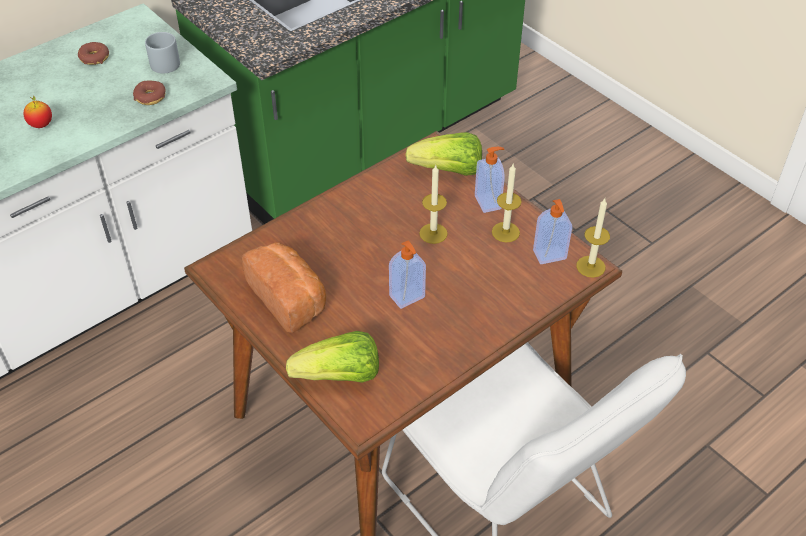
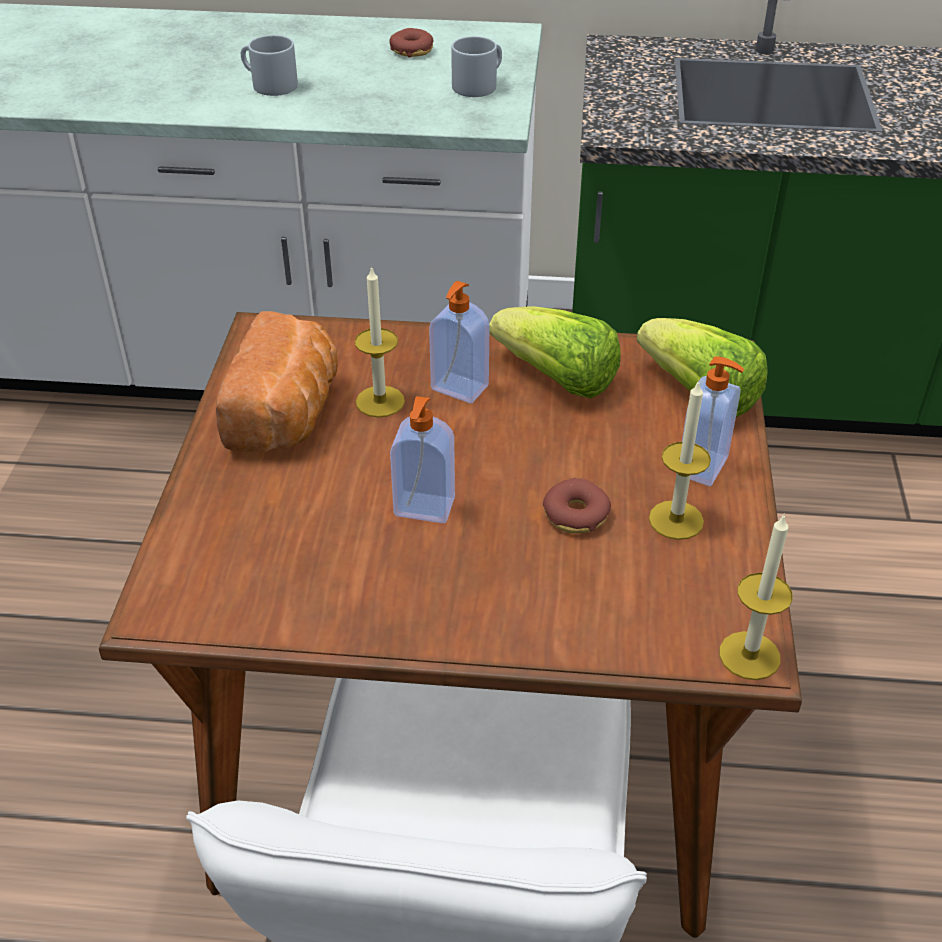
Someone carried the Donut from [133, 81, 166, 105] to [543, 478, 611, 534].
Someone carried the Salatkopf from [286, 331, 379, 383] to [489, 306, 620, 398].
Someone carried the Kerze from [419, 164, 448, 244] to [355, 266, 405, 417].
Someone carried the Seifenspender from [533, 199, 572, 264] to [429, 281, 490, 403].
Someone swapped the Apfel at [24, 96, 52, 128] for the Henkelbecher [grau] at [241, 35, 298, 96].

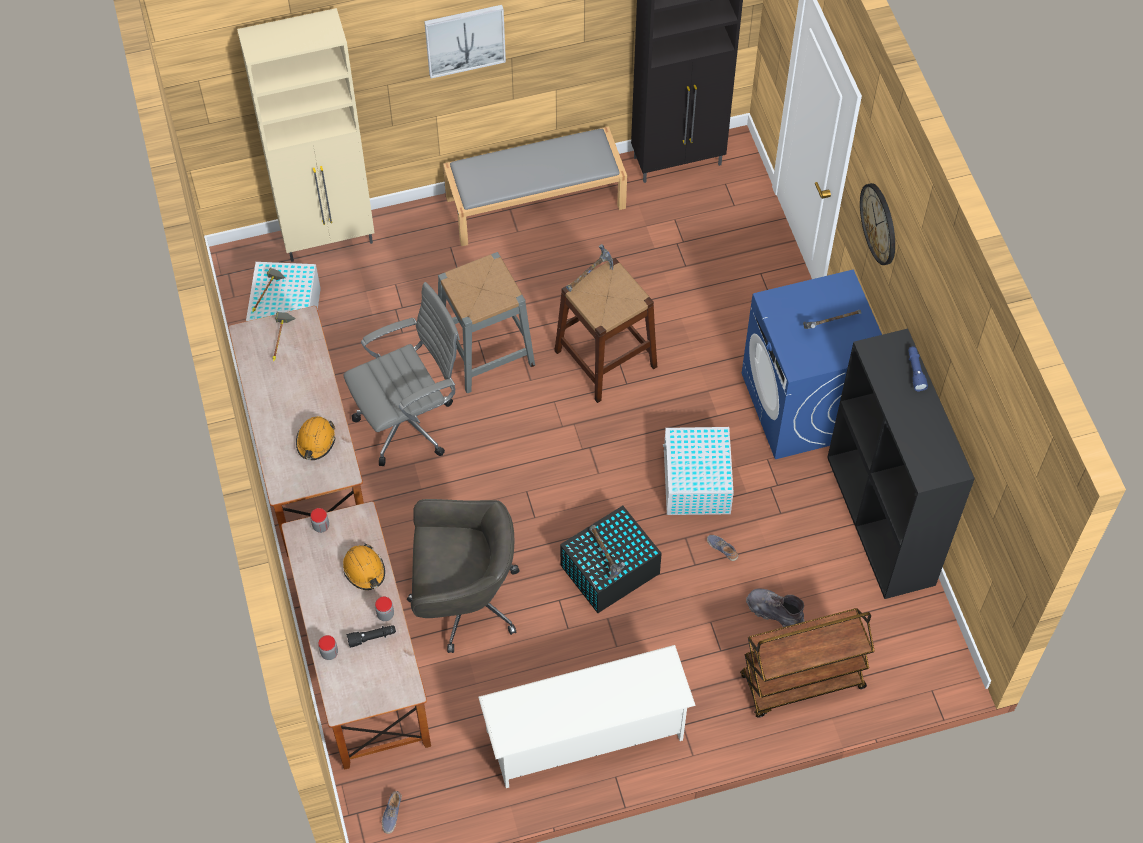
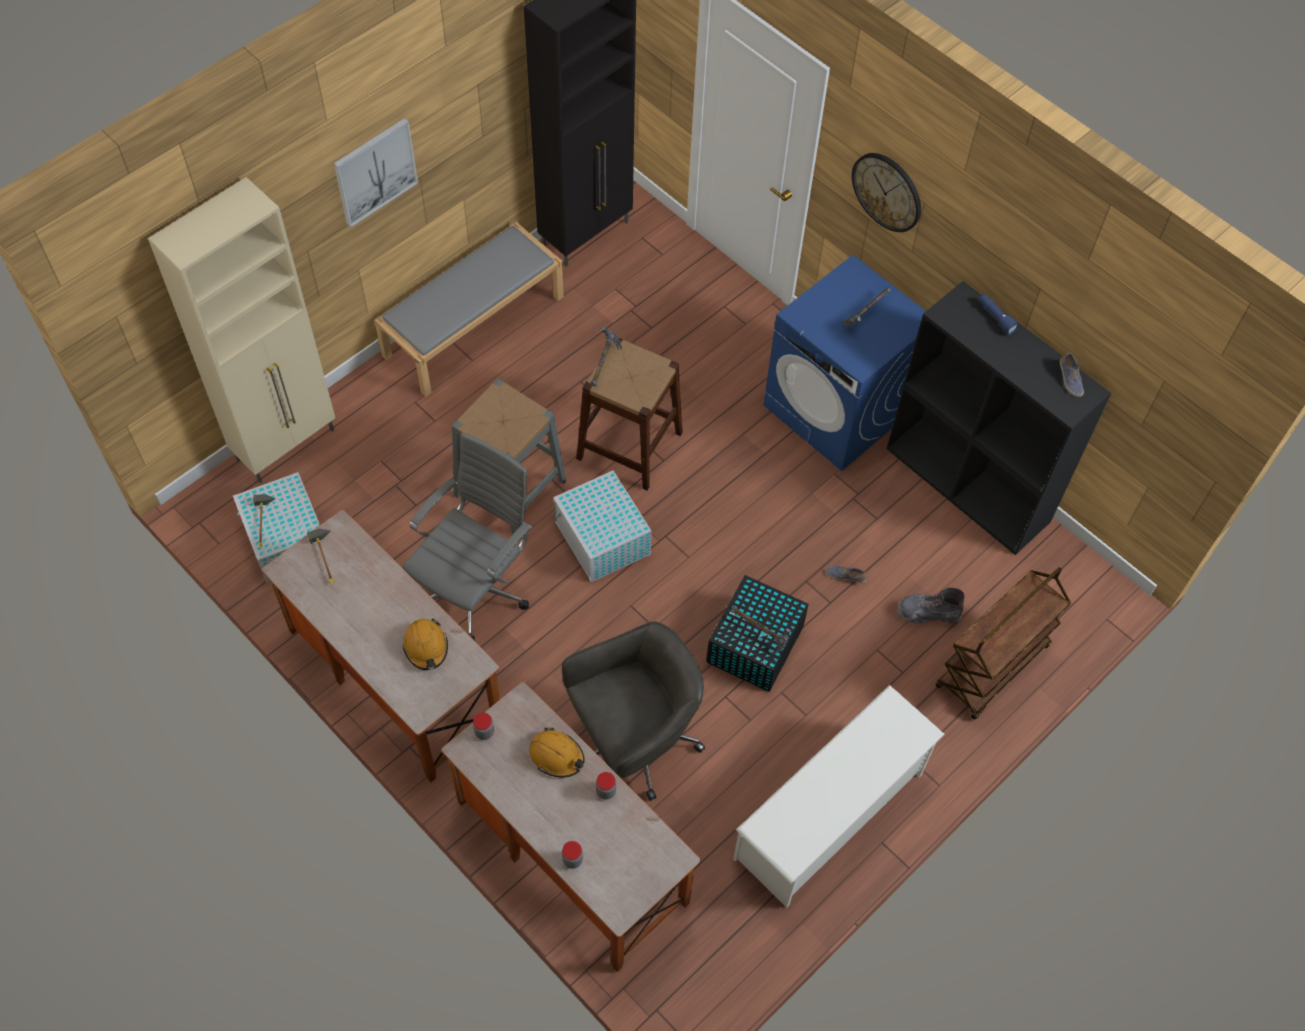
Someone took away the Taschenlampe [schwarz] at [346, 625, 396, 648].
Someone carried the Schuh from [382, 791, 402, 834] to [1060, 353, 1084, 397].
Someone carried the Aufbewahrungsbox [weiß] from [663, 427, 734, 515] to [553, 470, 652, 582].

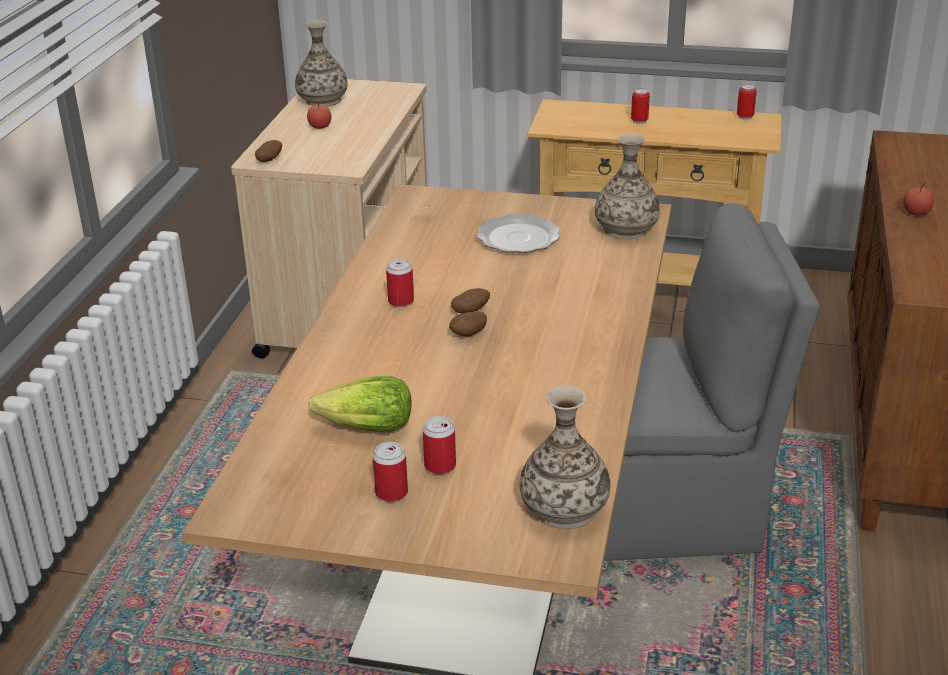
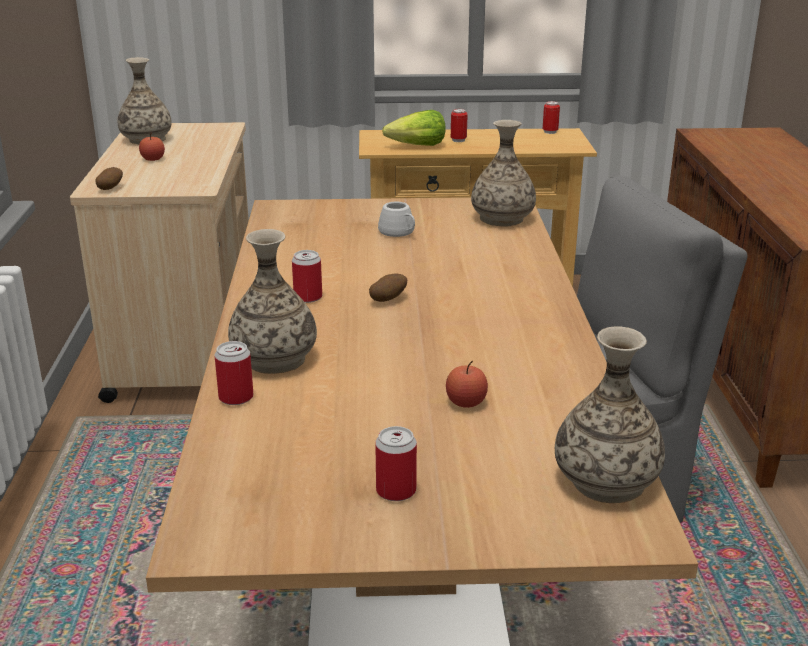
Someone took away the Kartoffel at [449, 312, 487, 336].
Someone put down the Vase at [228, 229, 317, 374].
Someone carried the Salatkopf from [309, 376, 412, 433] to [382, 110, 446, 146].
Someone carried the Dose from [423, 416, 456, 474] to [214, 341, 253, 405].
Someone carried the Apfel from [903, 183, 934, 216] to [446, 361, 488, 408].
Someone swapped the Teller at [477, 214, 560, 253] for the Henkelbecher [weiß] at [378, 202, 415, 237].

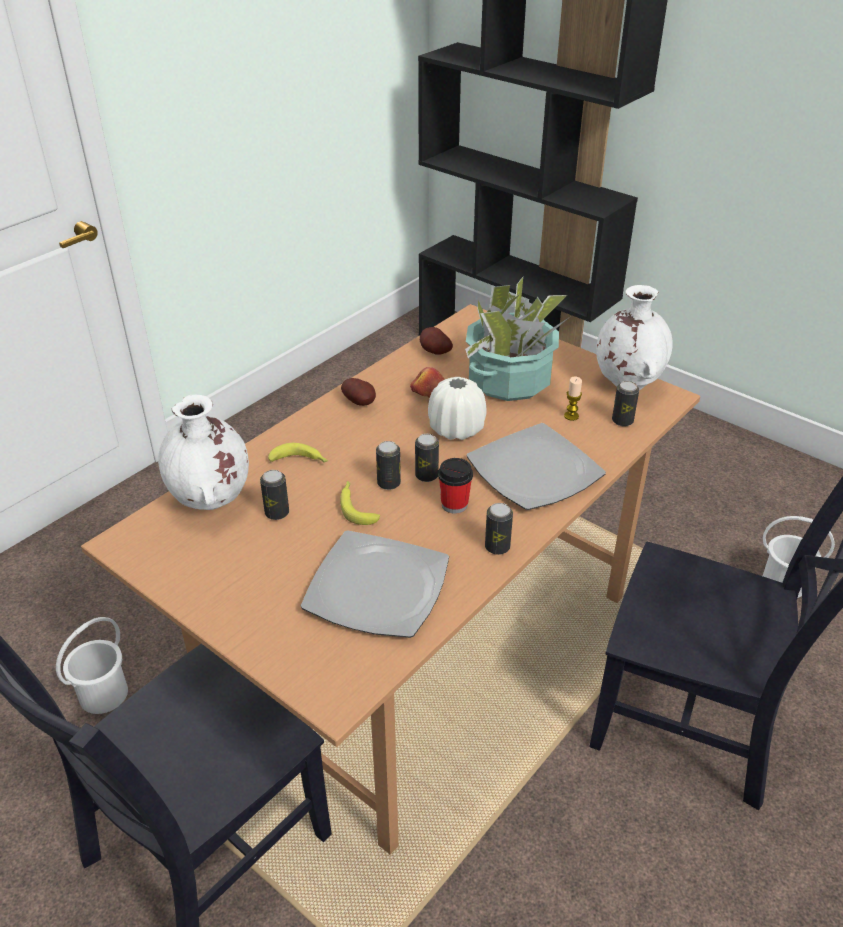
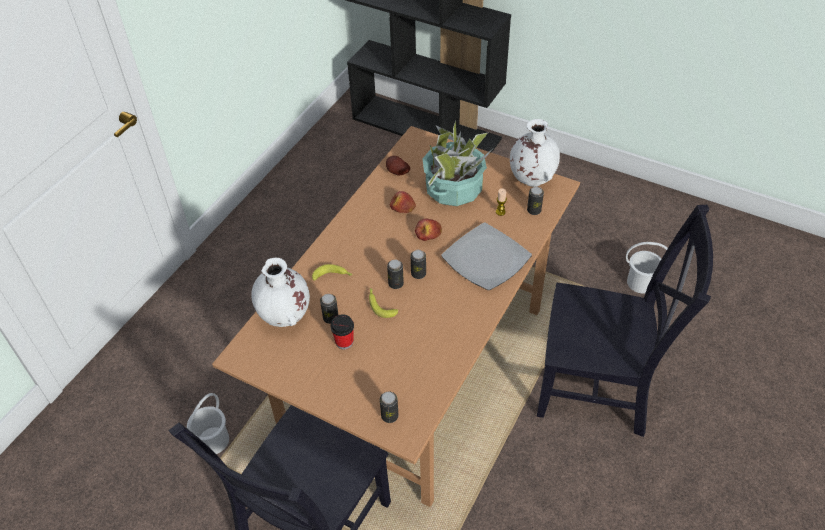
Someone took away the Teller at [301, 530, 449, 638].
Someone took away the Kartoffel at [341, 378, 376, 406].
Someone carried the Tasse from [438, 458, 473, 514] to [331, 314, 354, 350].
Someone carried the Dose from [485, 503, 513, 555] to [380, 392, 399, 423].
Someone swapped the Vase [weiß] at [428, 377, 487, 440] for the Apfel at [415, 218, 442, 241].

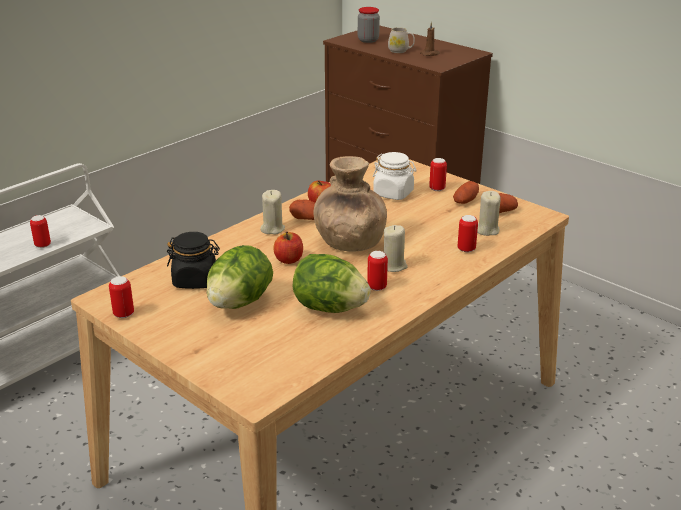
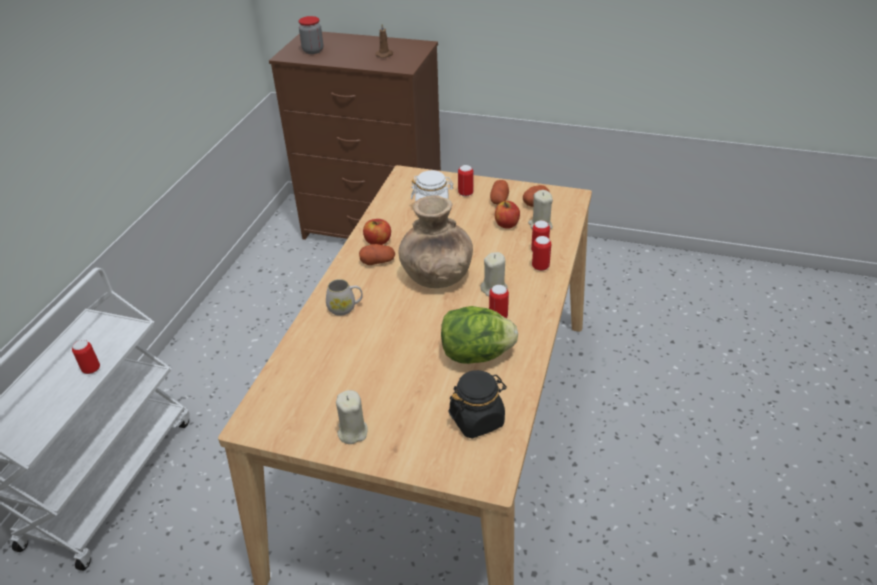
Someone took away the Salatkopf at [207, 245, 273, 309].
Someone carried the Dose from [109, 276, 134, 318] to [532, 236, 551, 271].
Someone carried the Vorratsglas [schwarz] from [167, 232, 220, 289] to [448, 370, 507, 439].
Someone carried the Kerze [beige] from [260, 190, 285, 234] to [336, 390, 368, 444].
Someone carried the Apfel from [273, 232, 303, 264] to [495, 201, 520, 229].
Someone carried the Henkelbecher [weiß] from [388, 27, 415, 53] to [326, 279, 363, 316].

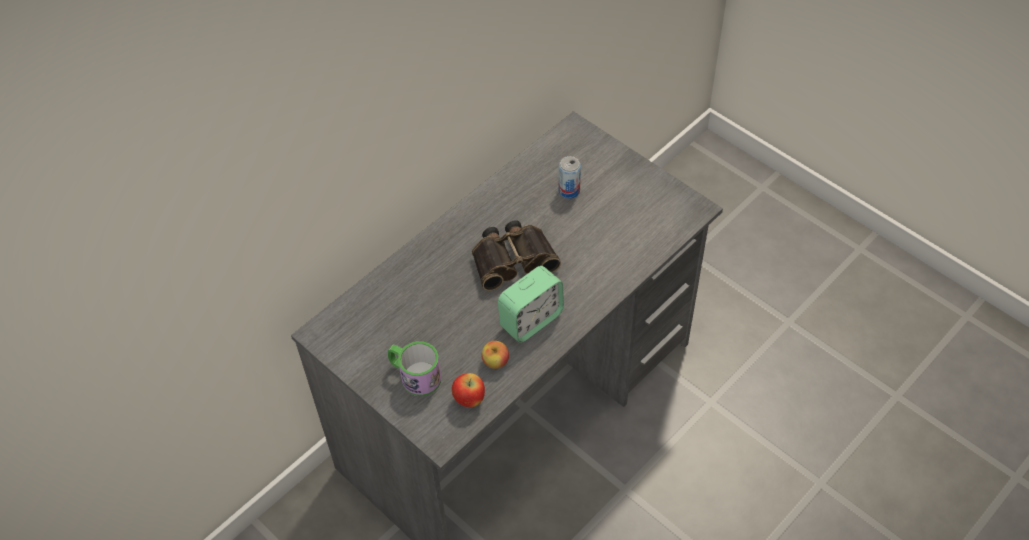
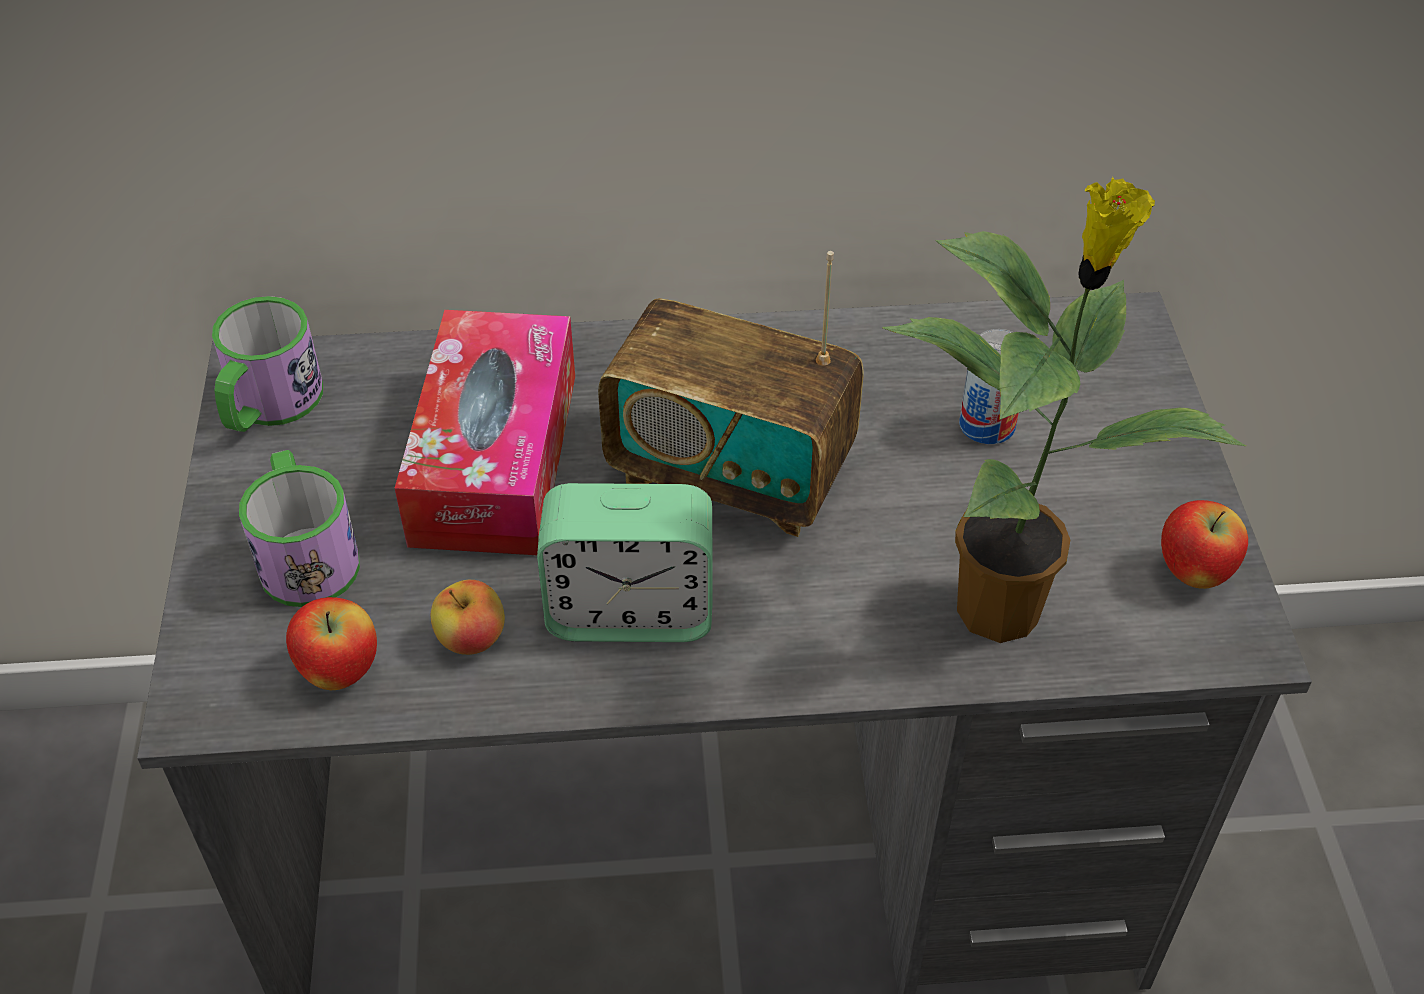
Someone put down the Henkelbecher at [212, 296, 323, 432].
Someone put down the Taschentuchbox at [395, 310, 575, 555].
Someone put down the Topfpflanze at [883, 177, 1246, 643].
Someone put down the Apfel at [1161, 500, 1248, 589].
Someone swapped the Fernglas at [472, 220, 561, 291] for the Radio at [598, 251, 864, 537].

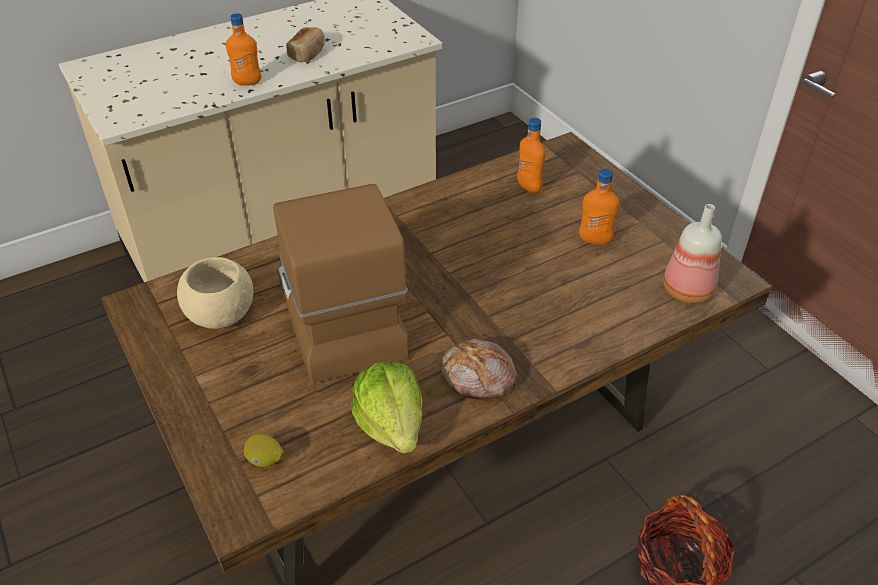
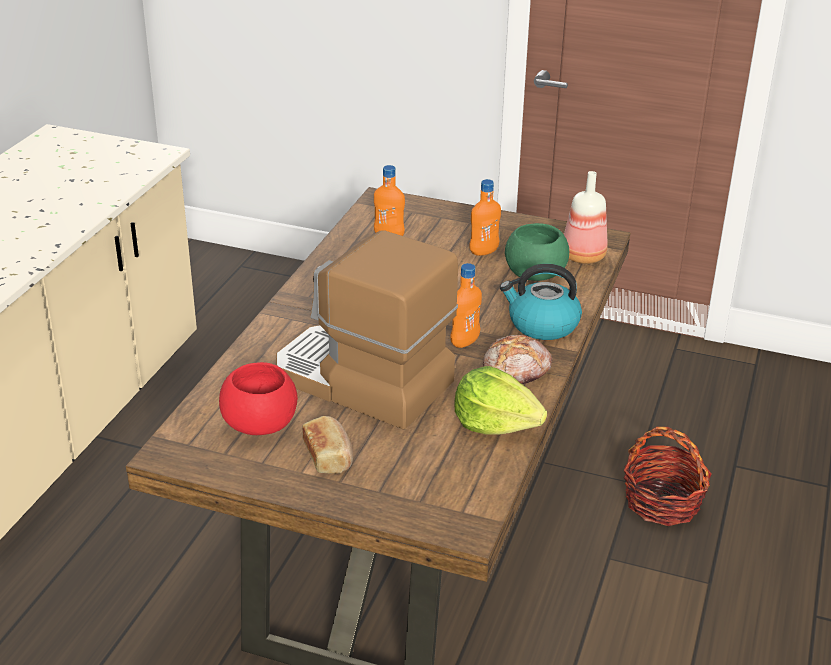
Someone took away the Zitrone at [244, 434, 284, 467].
Someone put down the Wasserkessel at [500, 264, 582, 340].
Someone put down the Schüssel [grün] at [505, 223, 569, 281].
Someone carried the Flasche [orange] from [226, 13, 261, 86] to [450, 263, 482, 348].
Someone carried the Brot from [286, 27, 325, 62] to [302, 416, 353, 474].
Someone repainted the Schüssel [beige] at [177, 257, 253, 329], which became the Schüssel [rot] at [219, 362, 298, 435].

